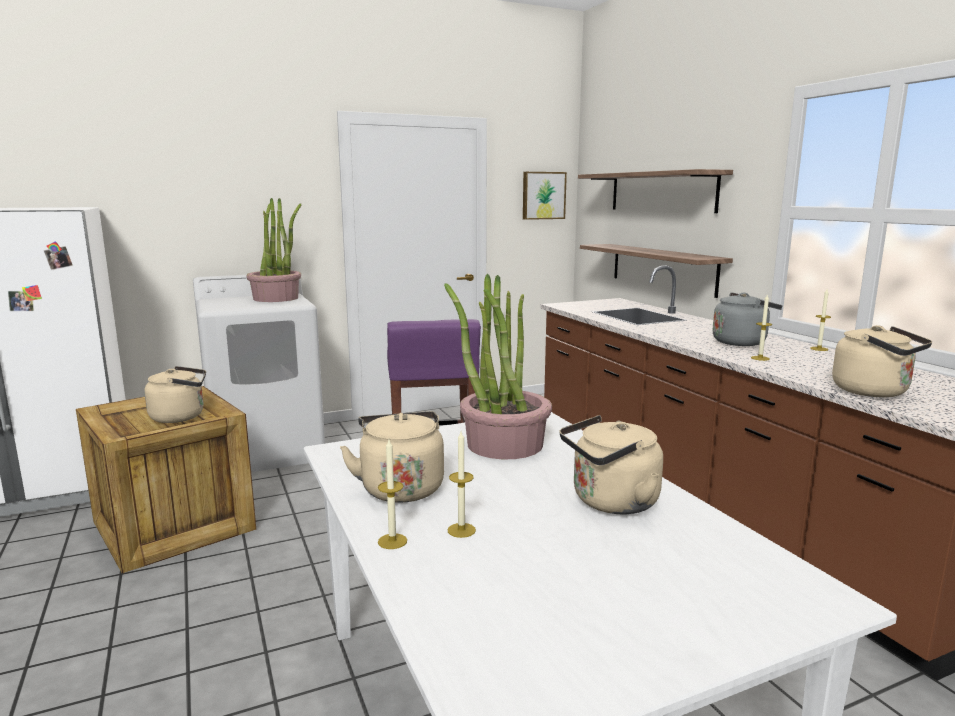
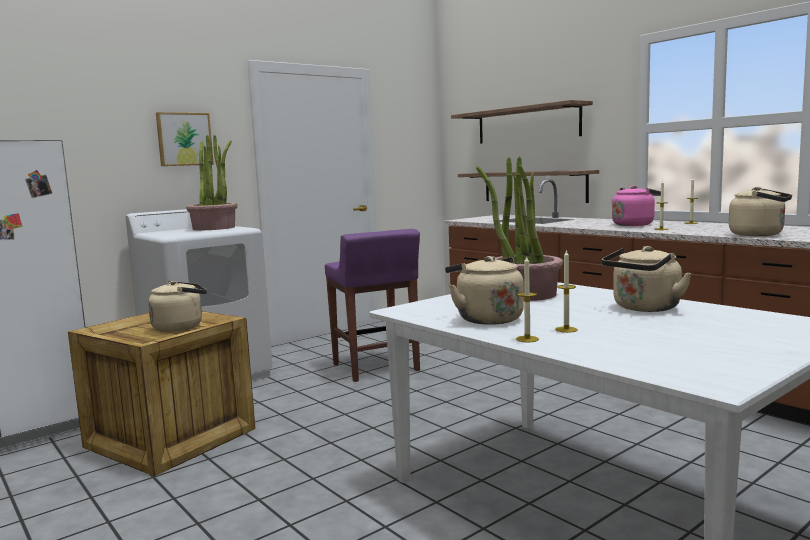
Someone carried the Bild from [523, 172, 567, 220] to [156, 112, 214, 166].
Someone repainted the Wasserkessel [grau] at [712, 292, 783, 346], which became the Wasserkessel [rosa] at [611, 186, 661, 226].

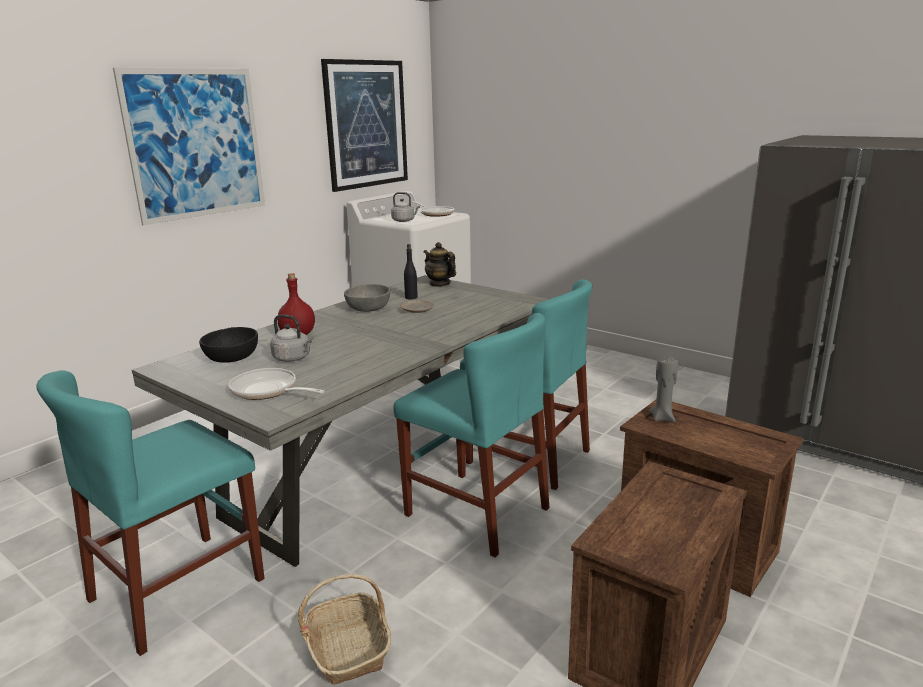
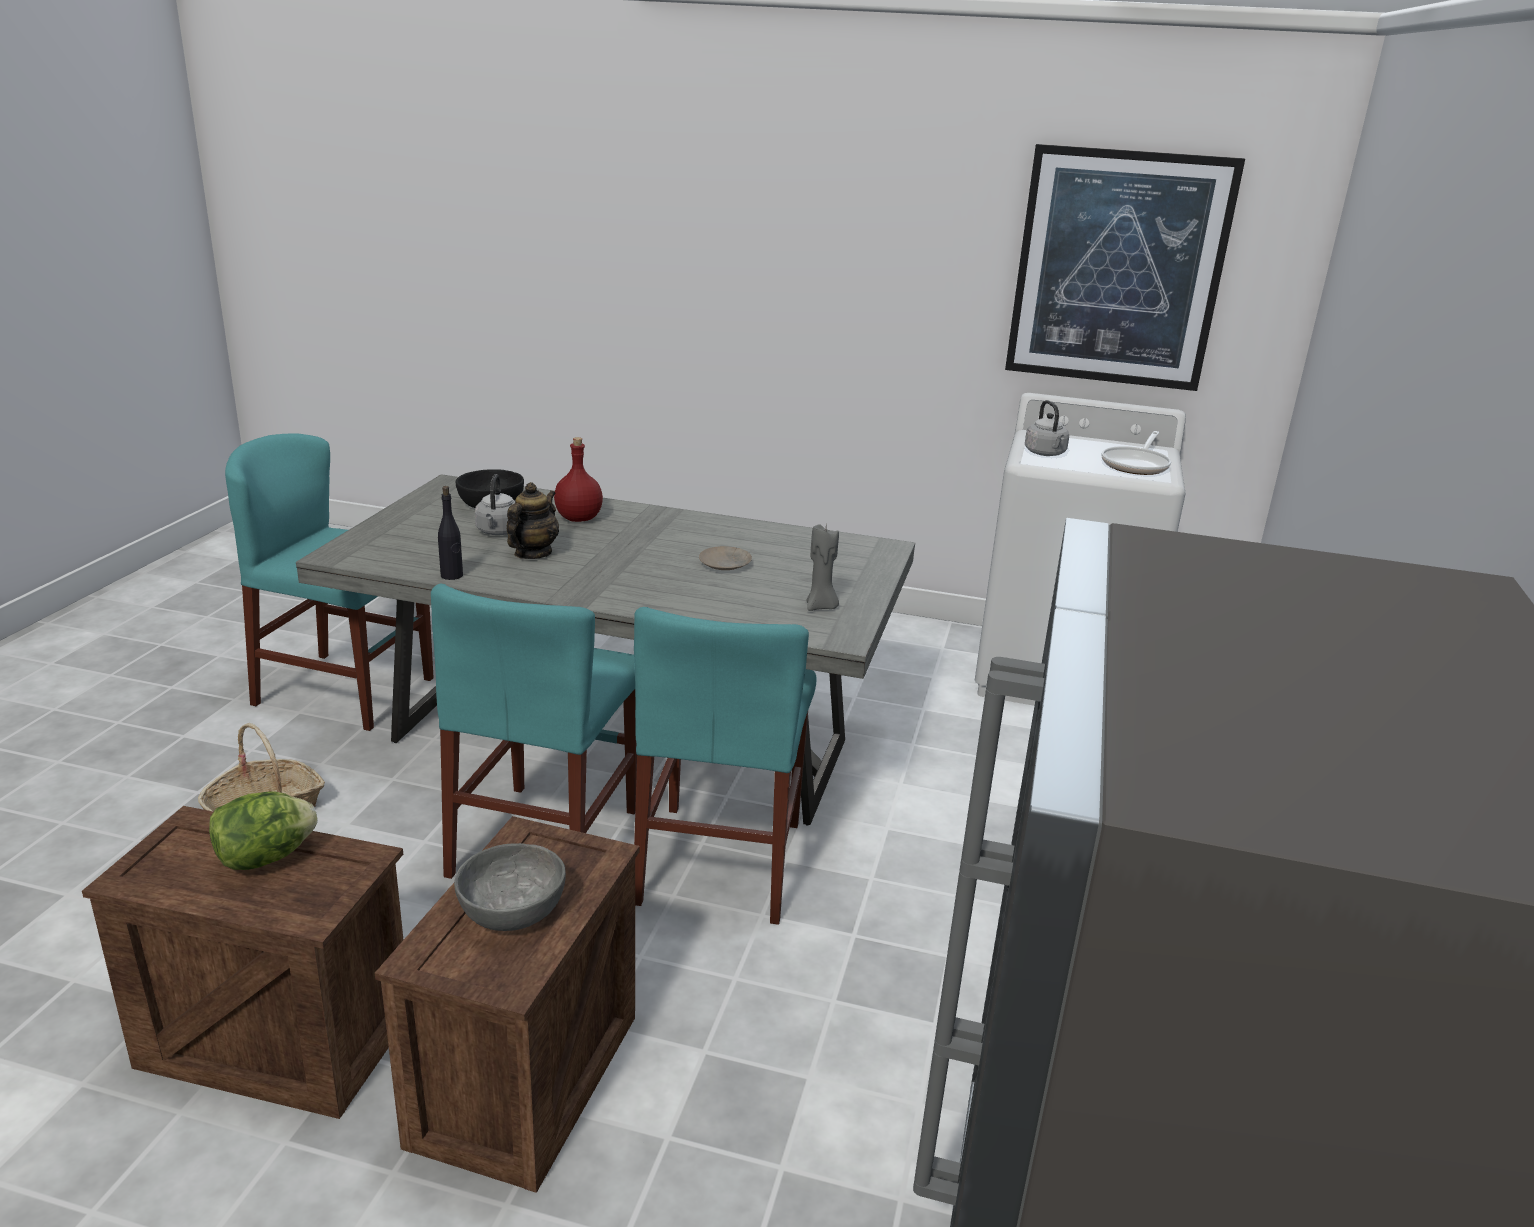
Someone took away the Bild at [113, 68, 265, 226].
Someone took away the Pfanne at [228, 368, 325, 400].
Someone put down the Salatkopf at [209, 792, 318, 870].
Someone carried the Schüssel [grau] from [344, 284, 390, 312] to [454, 843, 566, 931].
Someone carried the Flasche [schwarz] from [404, 244, 418, 299] to [438, 486, 463, 580].
Someone carried the Teekanne from [424, 242, 456, 287] to [507, 482, 559, 559].
Someone carried the Kerze [grau] from [649, 357, 678, 422] to [806, 524, 839, 611].

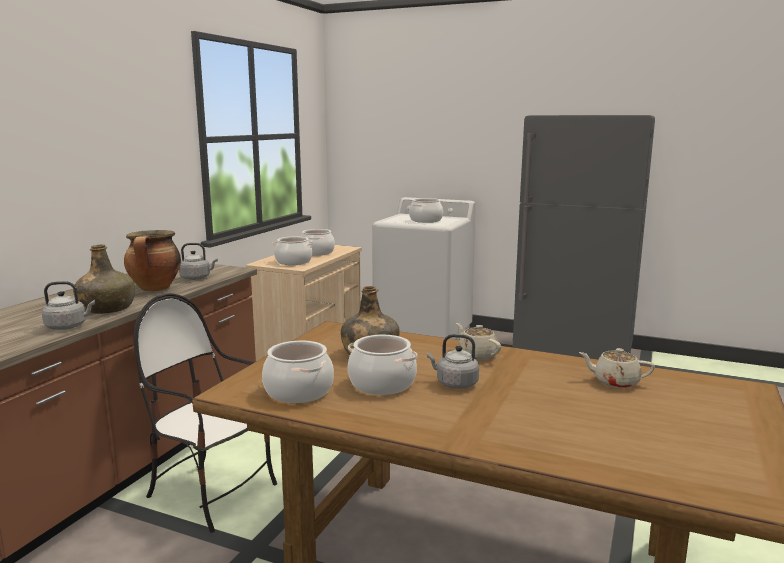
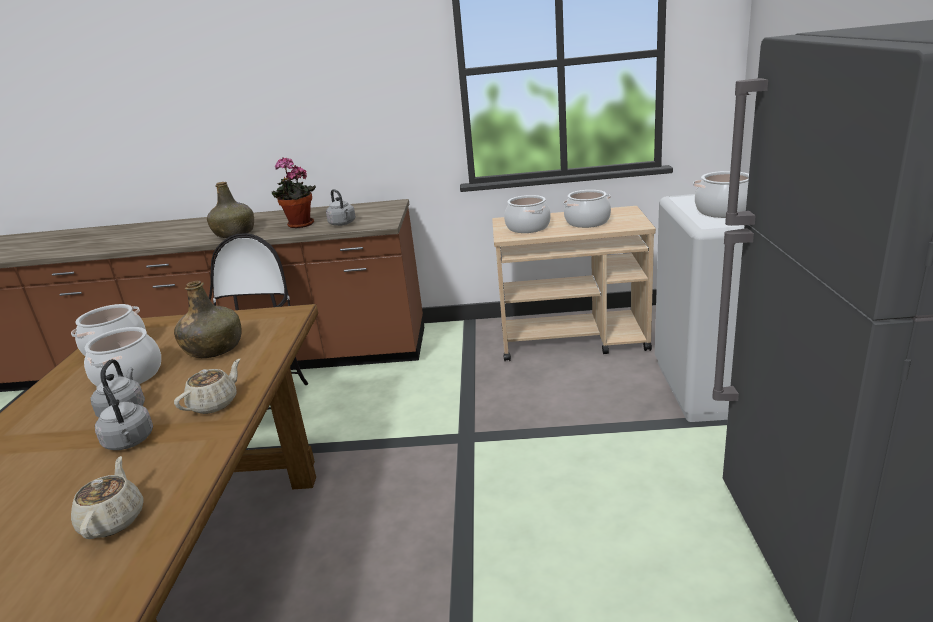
Someone carried the Wasserkessel [grau] from [42, 281, 95, 330] to [95, 386, 153, 450].
Someone swapped the Kochtopf at [124, 230, 181, 291] for the Topfpflanze at [272, 157, 316, 228].

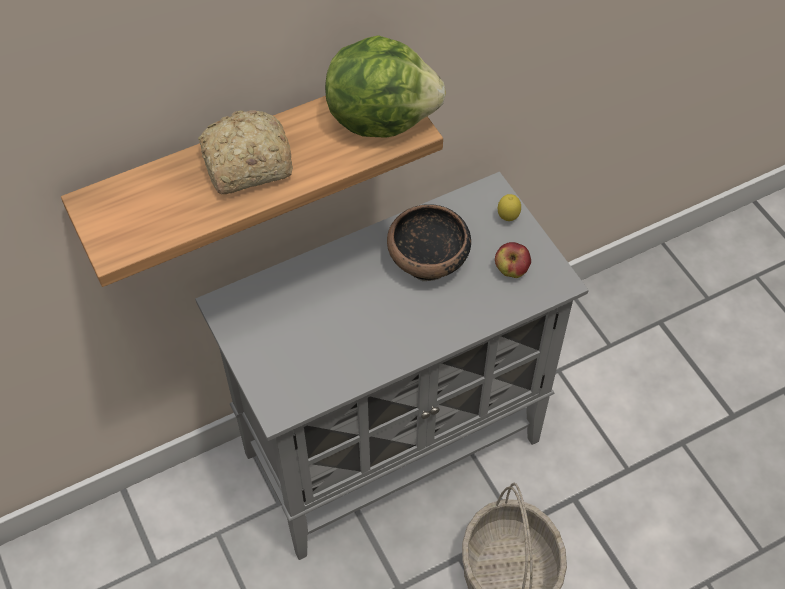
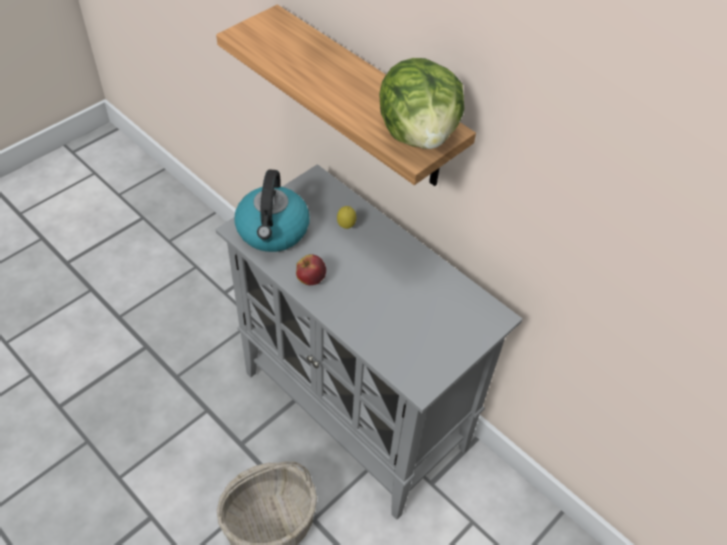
Someone took away the Brot at [198, 110, 293, 194].
Someone took away the Schüssel at [387, 204, 471, 281].
Someone put down the Wasserkessel at [234, 170, 310, 252].
Someone carried the Apfel from [495, 242, 531, 278] to [296, 254, 326, 285].
Someone carried the Zitrone from [498, 194, 521, 221] to [337, 206, 356, 229].

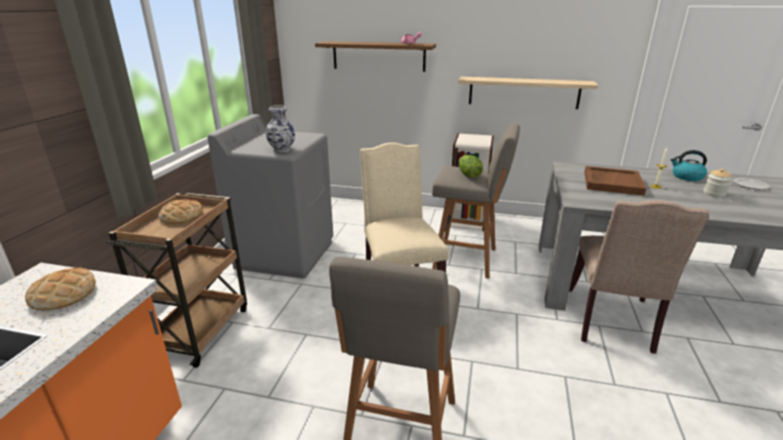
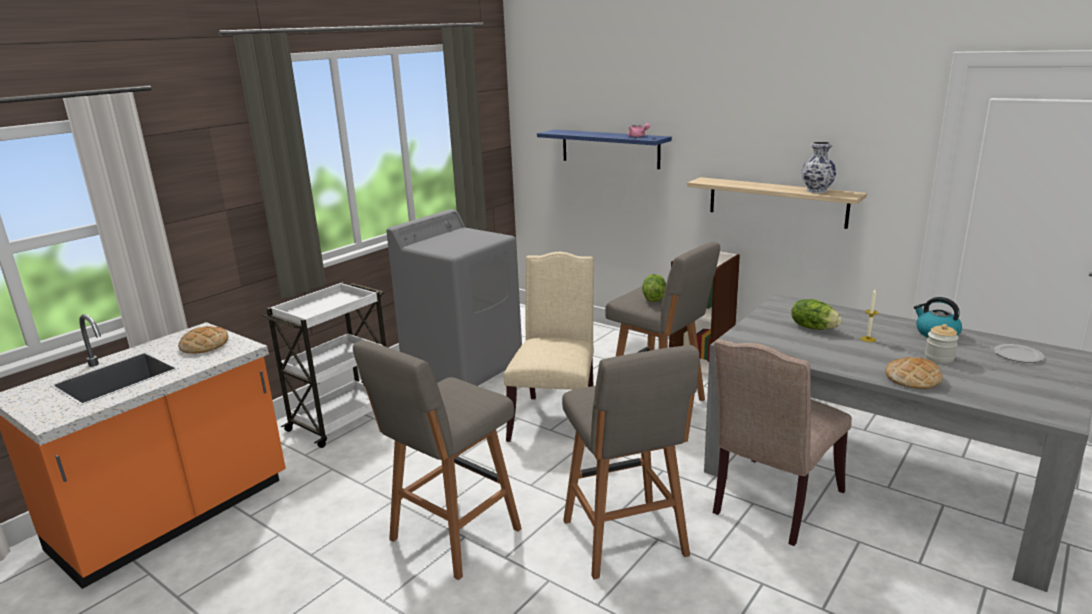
Someone put down the Hocker [grau] at [562, 345, 700, 579].
Someone carried the Brot from [158, 199, 203, 224] to [885, 357, 942, 389].
Someone carried the Vase from [266, 105, 295, 153] to [802, 142, 836, 193].
Someone swapped the Tablett [braun] at [584, 166, 646, 196] for the Salatkopf at [791, 299, 842, 330].
Someone repainted the Rollwagen [braun] at [106, 193, 247, 368], which became the Rollwagen [weiß] at [261, 282, 386, 448].
Someone repainted the Wandregal [braun] at [315, 41, 436, 72], which became the Wandregal [blau] at [537, 129, 672, 169].

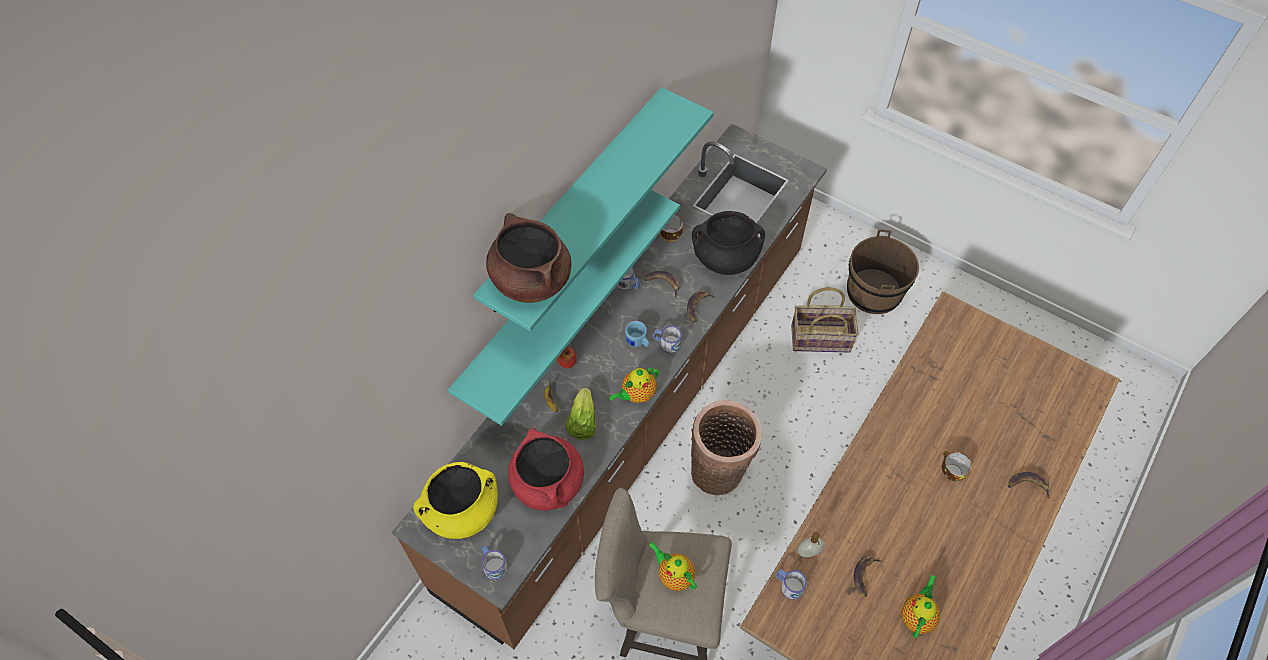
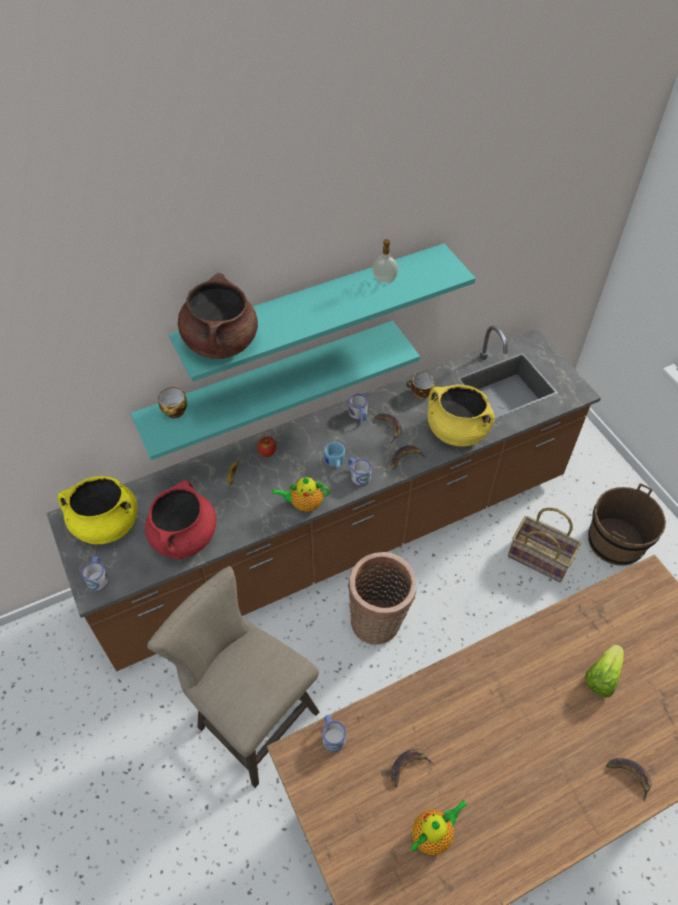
Someone took away the Teekanne at [649, 541, 697, 591].
Someone carried the Salatkopf from [565, 388, 596, 440] to [585, 644, 624, 697].
Someone carried the Seifenspender from [798, 532, 824, 558] to [372, 239, 398, 283].
Someone carried the Tasse from [942, 451, 972, 481] to [158, 386, 187, 418].
Someone repainted the Kochtopf [schwarz] at [692, 211, 765, 275], which became the Kochtopf [gelb] at [427, 384, 495, 446].

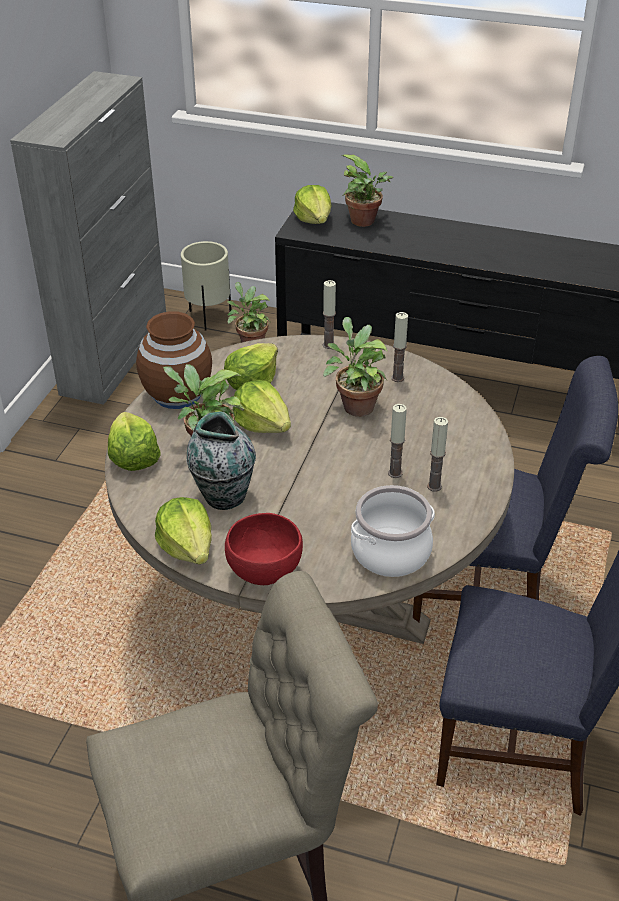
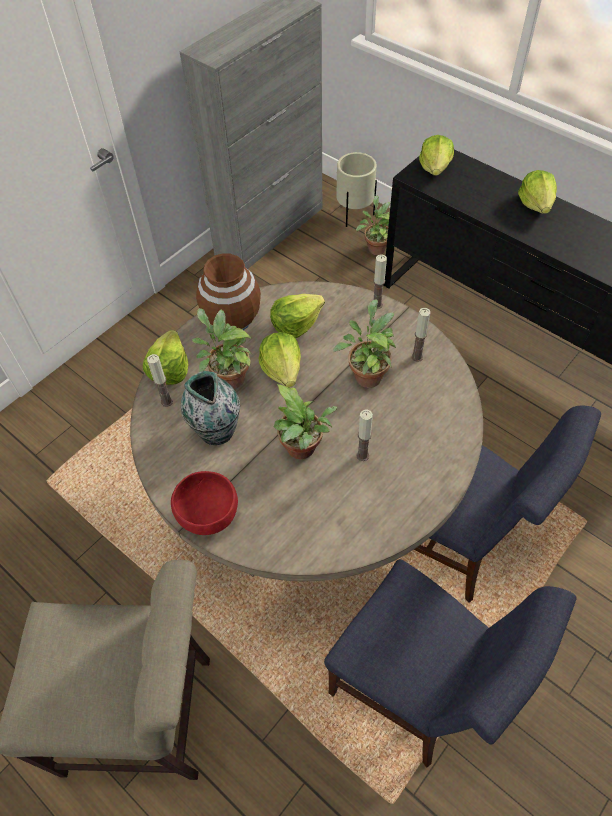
Someone took away the Kochtopf at [351, 485, 435, 577].
Someone carried the Salatkopf from [155, 497, 212, 565] to [518, 170, 557, 214].
Someone carried the Topfpflanze from [342, 154, 393, 227] to [274, 384, 337, 459].
Someone carried the Kerze from [427, 417, 448, 492] to [147, 354, 173, 407].

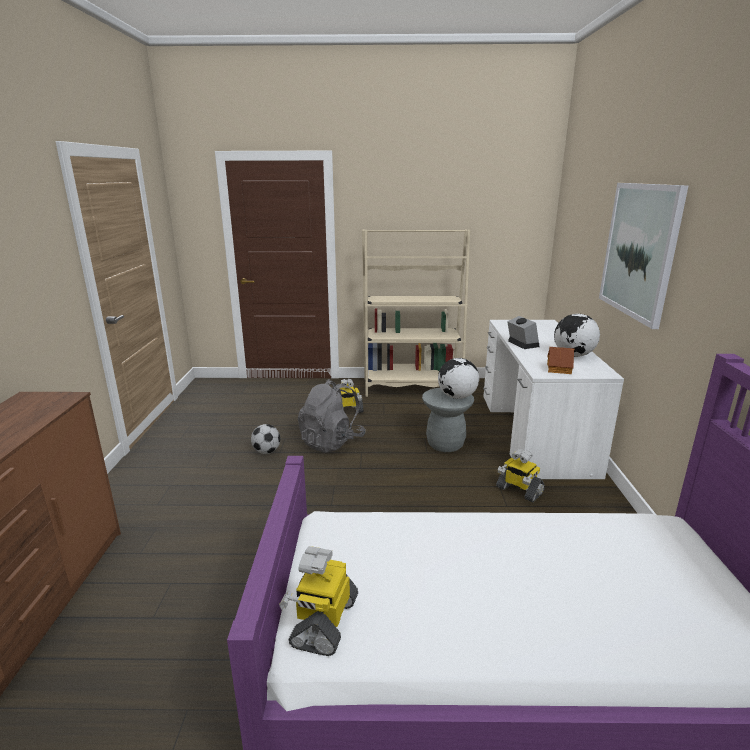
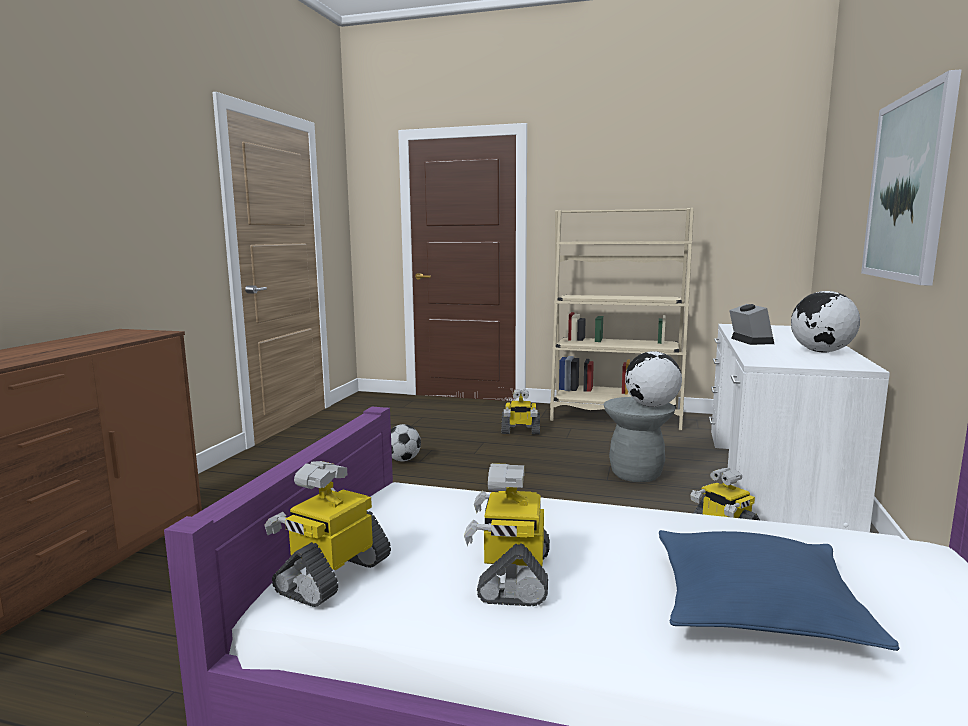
Someone took away the Rucksack [grau] at [298, 379, 366, 453].
Someone took away the Spielzeughaus at [547, 347, 575, 374].
Someone put down the Spielzeugroboter at [464, 463, 550, 606].
Someone put down the Kissen [blau] at [659, 530, 899, 651].

